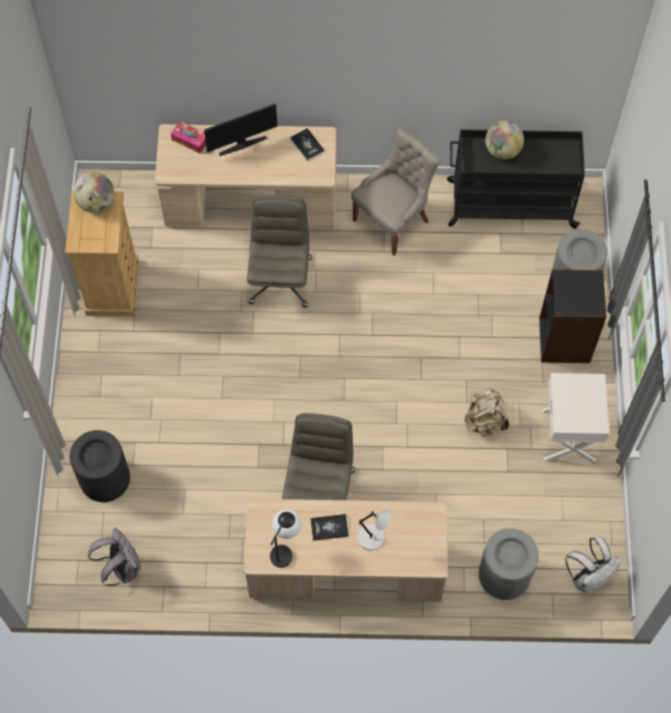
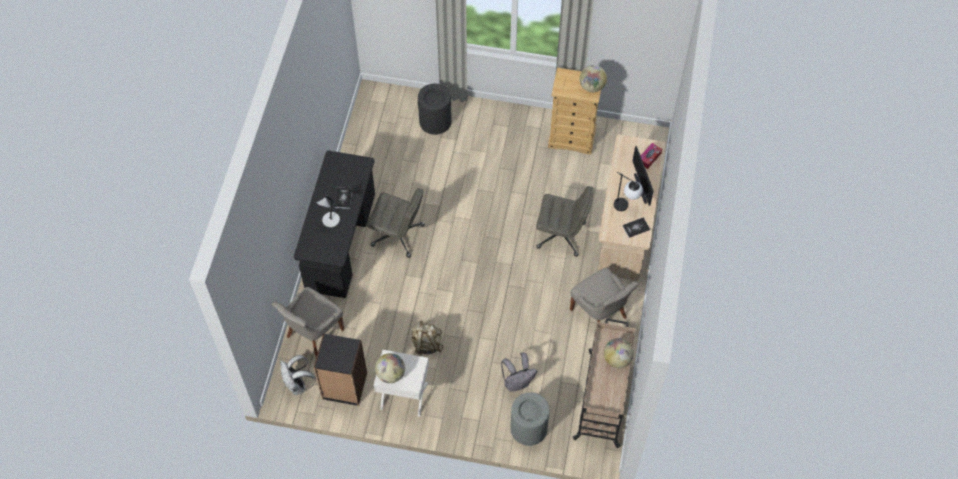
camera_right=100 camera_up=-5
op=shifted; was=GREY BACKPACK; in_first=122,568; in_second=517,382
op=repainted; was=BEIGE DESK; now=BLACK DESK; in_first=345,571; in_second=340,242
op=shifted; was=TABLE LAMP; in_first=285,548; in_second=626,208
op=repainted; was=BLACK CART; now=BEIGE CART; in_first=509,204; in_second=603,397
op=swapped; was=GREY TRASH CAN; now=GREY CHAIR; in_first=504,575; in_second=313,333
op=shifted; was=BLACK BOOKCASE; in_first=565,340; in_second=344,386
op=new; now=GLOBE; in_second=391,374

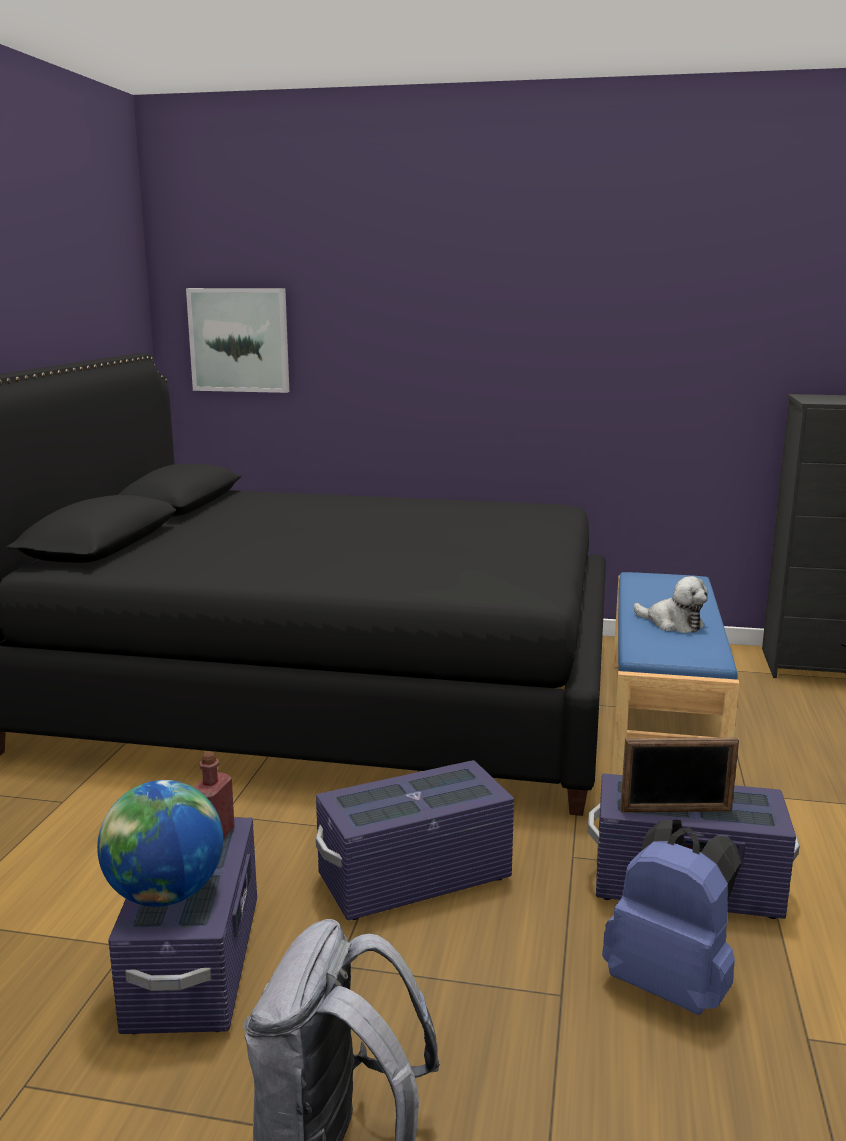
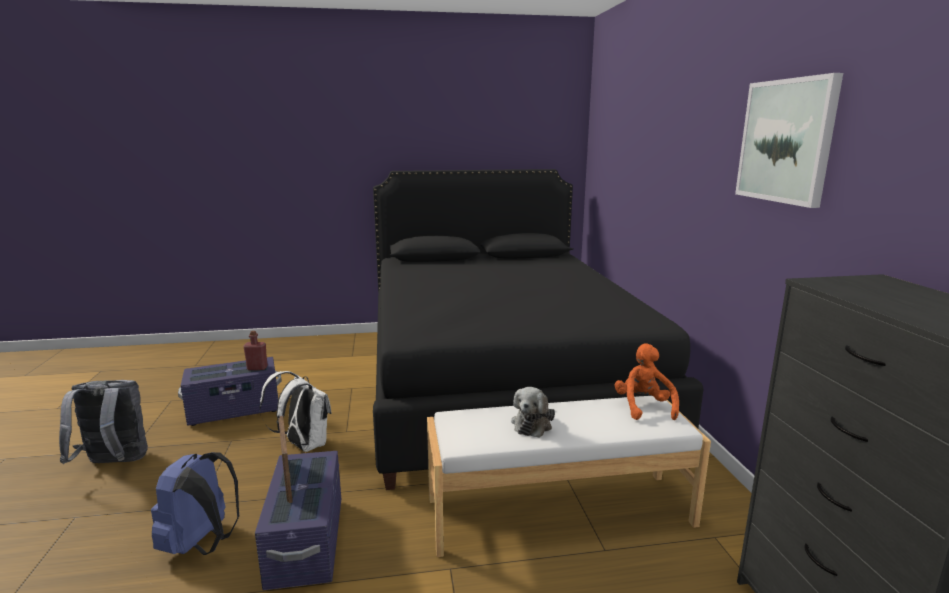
camera_right=70 camera_up=0
op=gone; was=GLOBE; in_first=165,895
op=shifted; was=PICTURE; in_first=239,340; in_second=786,141
op=swapped; was=PURPLE STORAGE BOX; now=WHITE BACKPACK; in_first=414,878; in_second=303,445
op=repainted; was=BLUE BENCH; now=WHITE BENCH; in_first=660,721; in_second=558,510
op=new; now=ORANGE PLUSH TOY; in_second=643,407

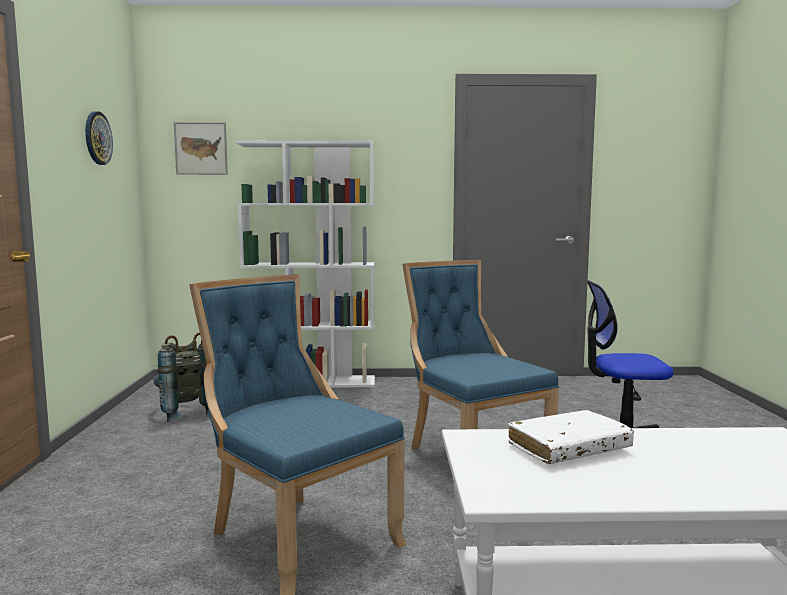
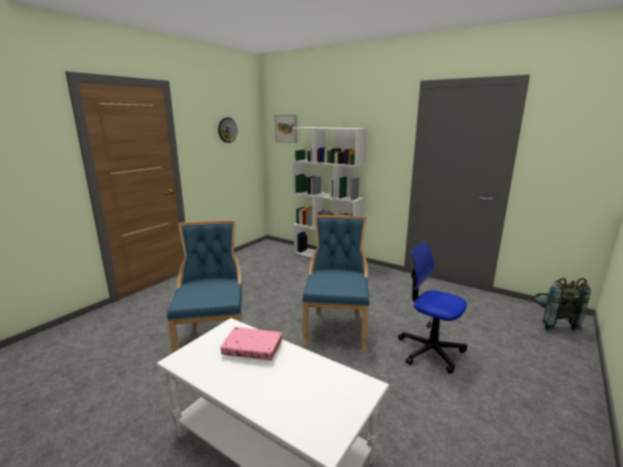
camera_right=35 camera_up=10
op=shifted; was=GREY BACKPACK; in_first=184,412; in_second=551,323
op=repainted; was=WHITE BOOK; now=PINK BOOK; in_first=569,448; in_second=252,349

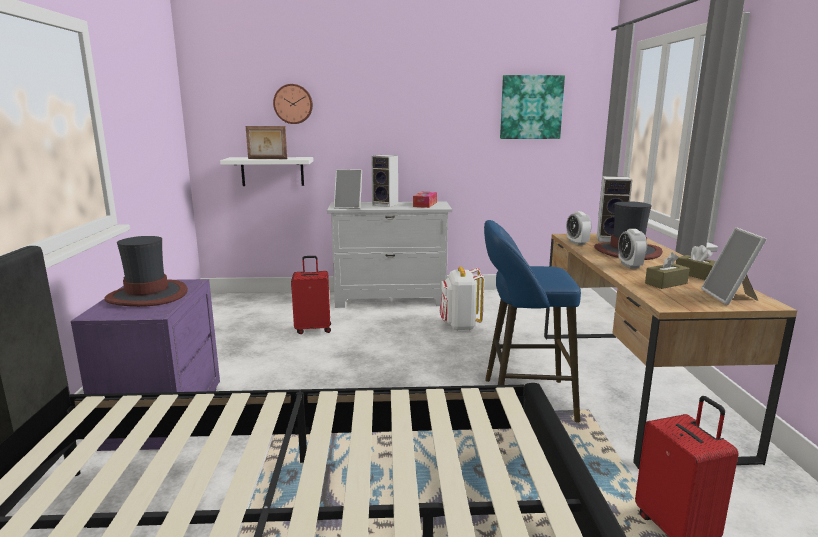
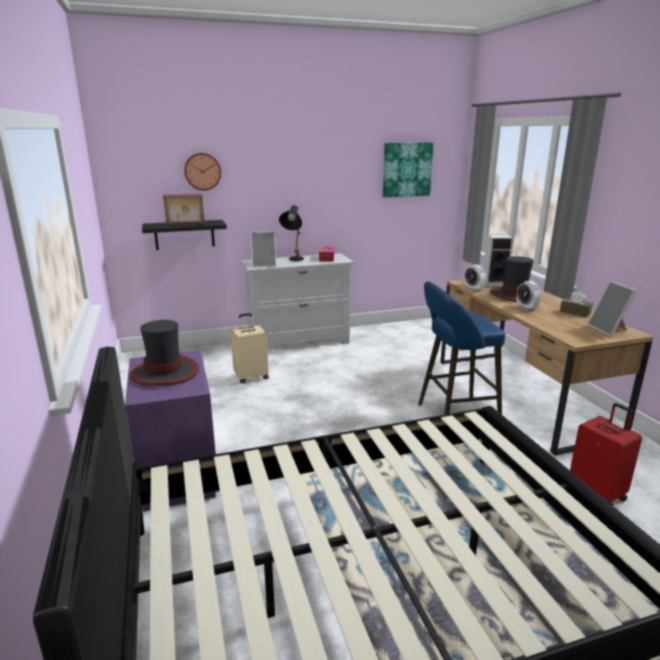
camera_right=-15 camera_up=5
op=repainted; was=WHITE SHELF; now=BLACK SHELF; in_first=272,171; in_second=184,234
op=repainted; was=RED SUITCASE; now=BEIGE SUITCASE; in_first=313,329; in_second=251,377
op=swapped; was=SPEAKER; now=BLACK TABLE LAMP; in_first=386,205; in_second=294,260
op=gone; was=WHITE BACKPACK; in_first=460,326
op=gone; was=BROWN TISSUE BOX; in_first=666,283

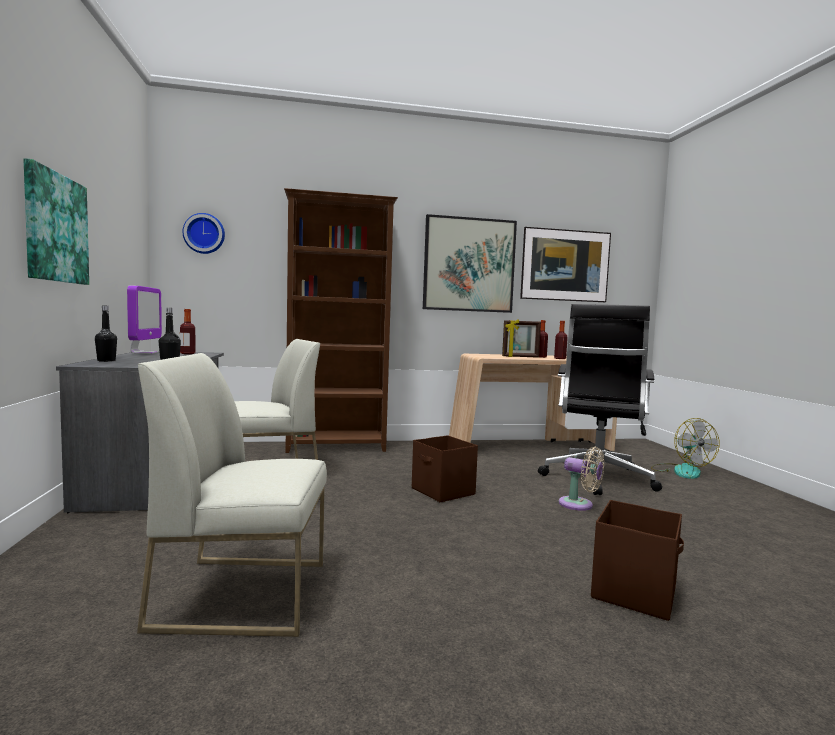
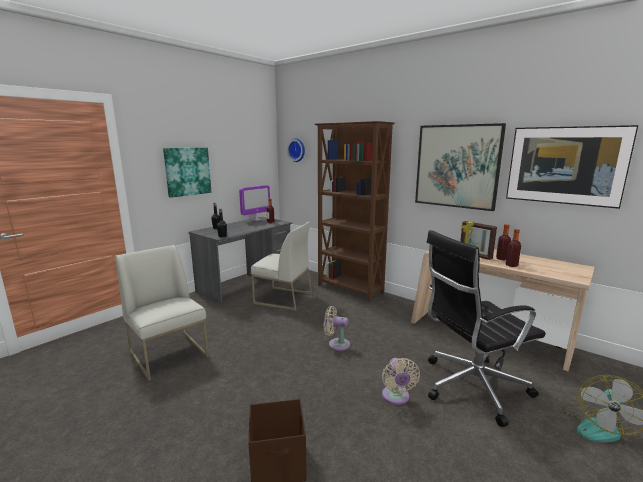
camera_right=50 camera_up=10
op=swapped; was=BROWN STORAGE BOX; now=BEIGE FAN; in_first=443,491; in_second=336,344

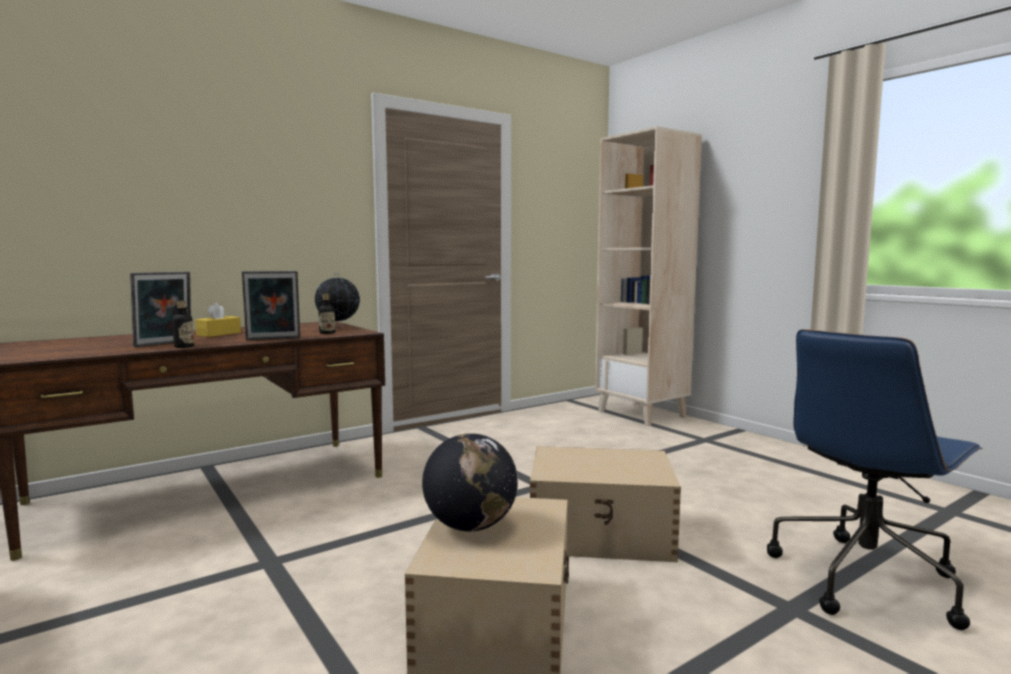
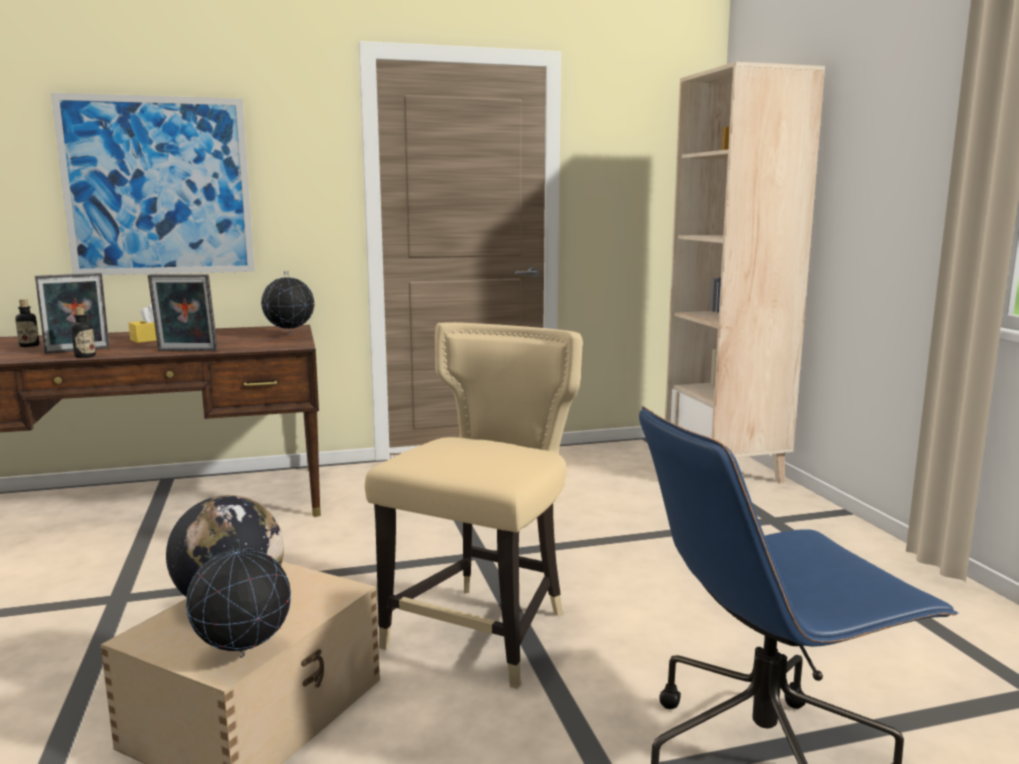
camera_right=20 camera_up=5
op=shifted; was=BOTTLE; in_first=327,333; in_second=29,346
op=swapped; was=BEIGE STORAGE BOX; now=BEIGE CHAIR; in_first=602,533; in_second=483,631
op=new; now=PICTURE; in_second=158,186
op=new; now=GLOBE; in_second=244,656

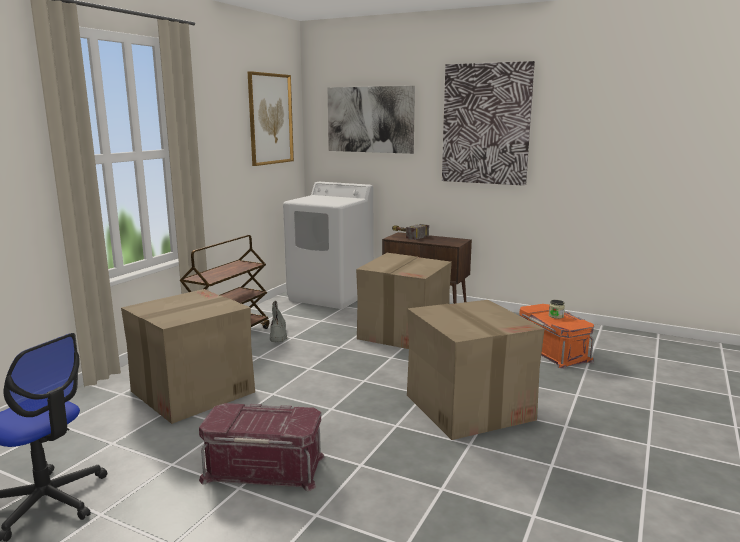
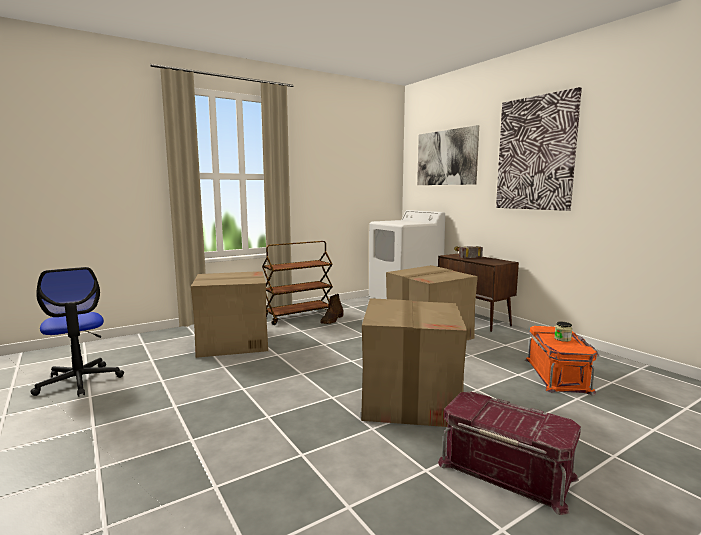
camera_right=30 camera_up=-5
op=shifted; was=RED STORAGE BOX; in_first=264,467; in_second=506,469
op=gone; was=PICTURE; in_first=270,119
op=repainted; was=GREY BOOT; now=BROWN BOOT; in_first=278,336; in_second=332,320

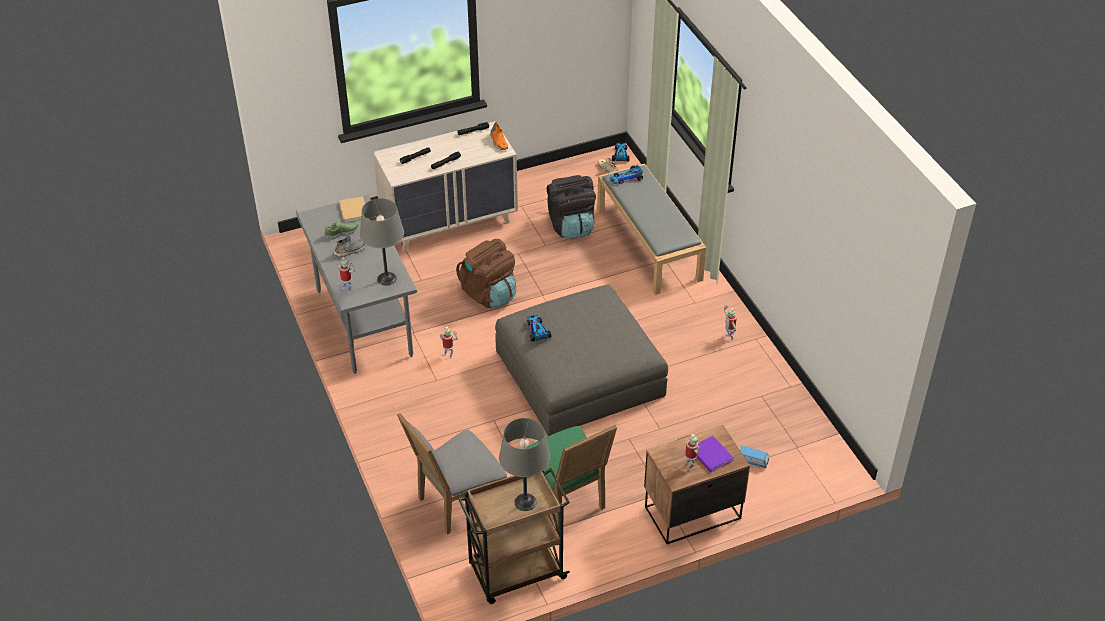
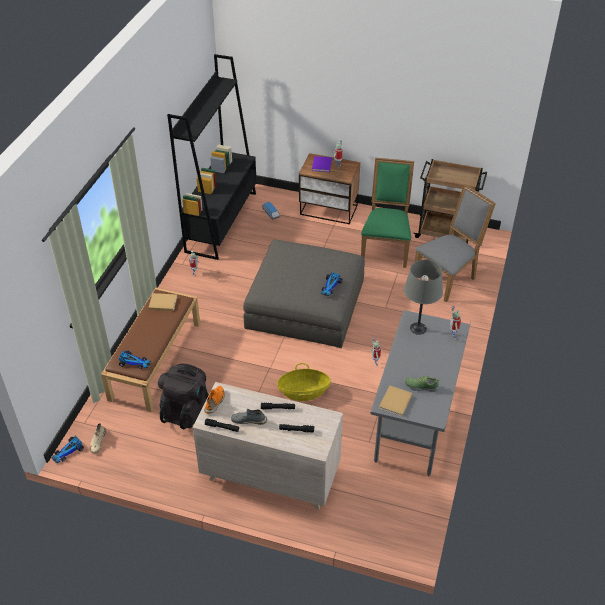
camera_right=-140 camera_up=0
op=shifted; was=GREY SHOE; in_first=351,250; in_second=249,420
op=rotated; was=GREY CHAIR; in_first=457,503; in_second=447,277; clockwise=-45
op=swapped; was=BROWN BACKPACK; now=BASKET; in_first=489,293; in_second=304,392
op=gone; was=GREY TABLE LAMP; in_first=525,502
op=repainted; was=GREY BENCH; now=BROWN BENCH; in_first=649,244; in_second=155,359
op=new; now=BEIGE BOOK; in_second=162,303
op=new; now=BLACK BOOKCASE; in_second=221,222

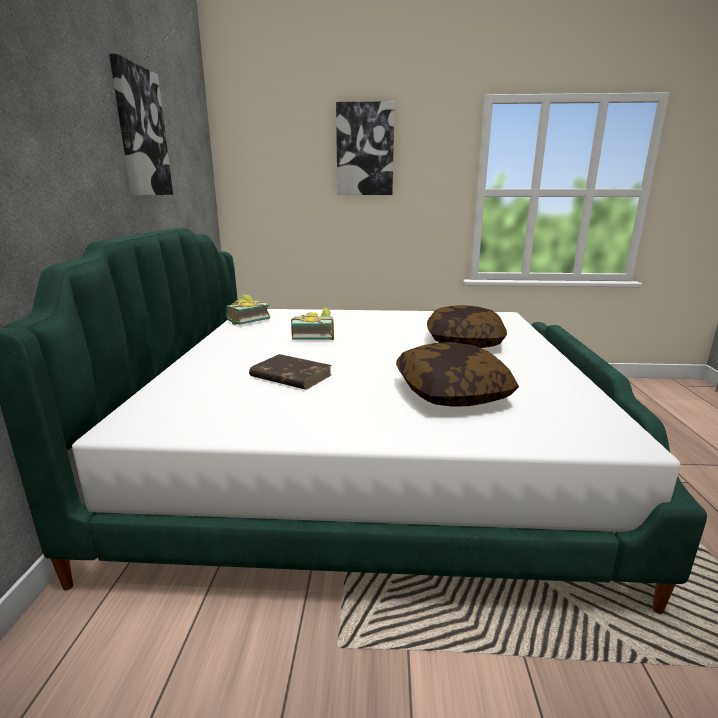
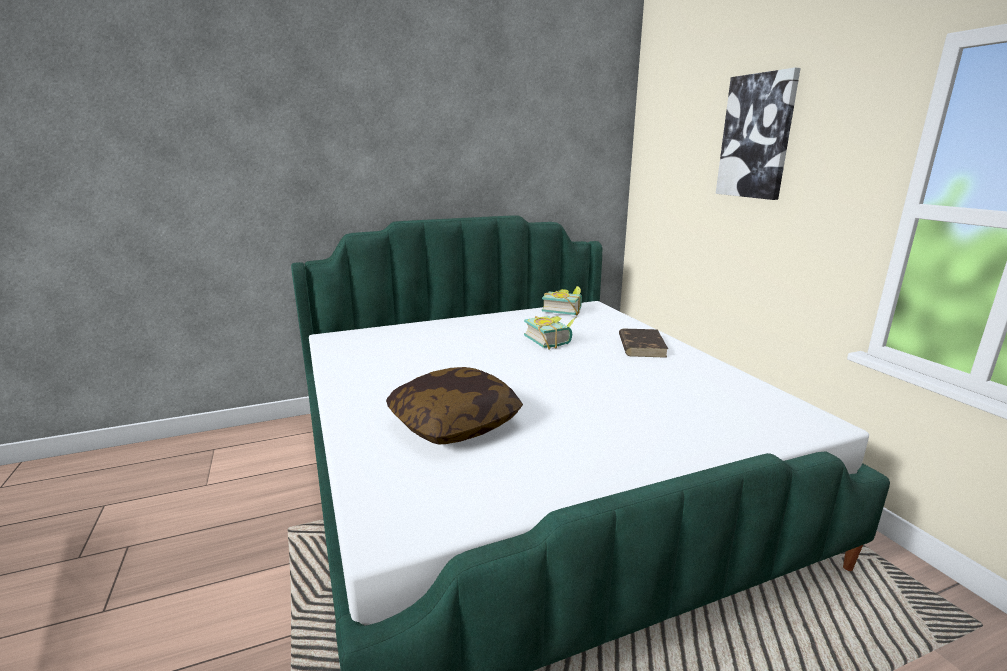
camera_right=65 camera_up=0
op=gone; was=PICTURE; in_first=141,132
op=shifted; was=BROWN BOOK; in_first=290,376; in_second=641,346
op=gone; was=PILLOW; in_first=464,341

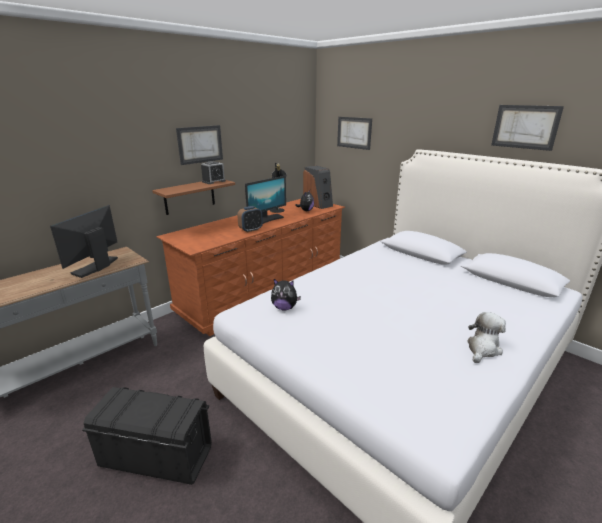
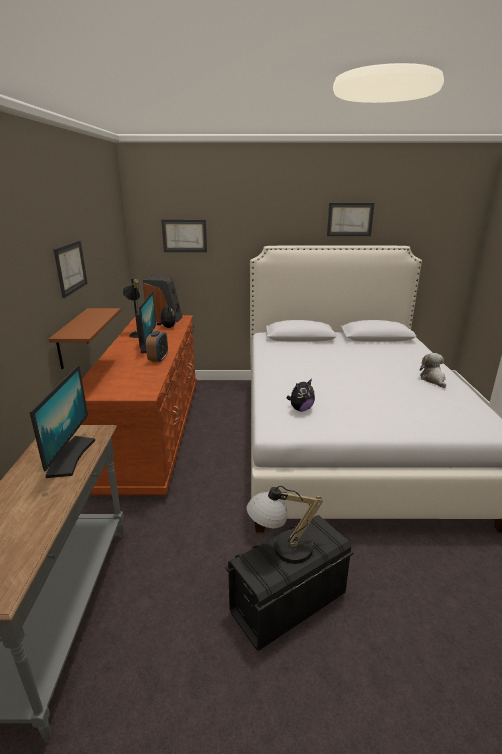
camera_right=-45 camera_up=0
op=rotated; was=MONITOR; in_first=96,267; in_second=69,456; clockwise=-150
op=gone; was=ALARM CLOCK; in_first=213,181
op=new; now=TABLE LAMP; in_second=282,549

